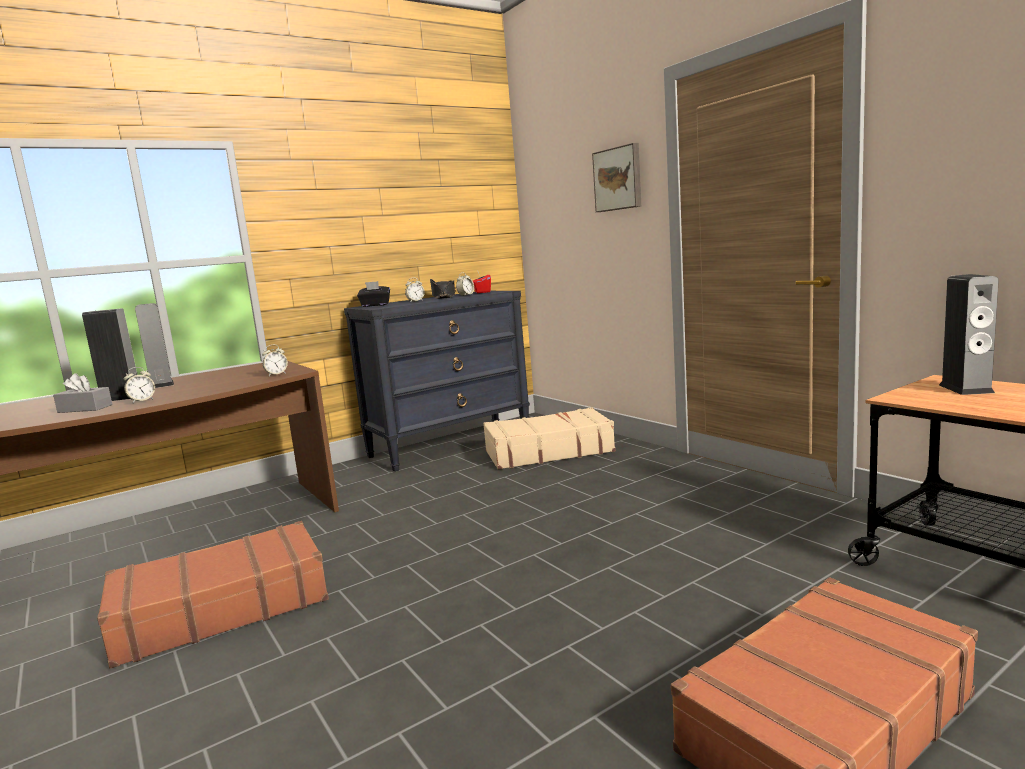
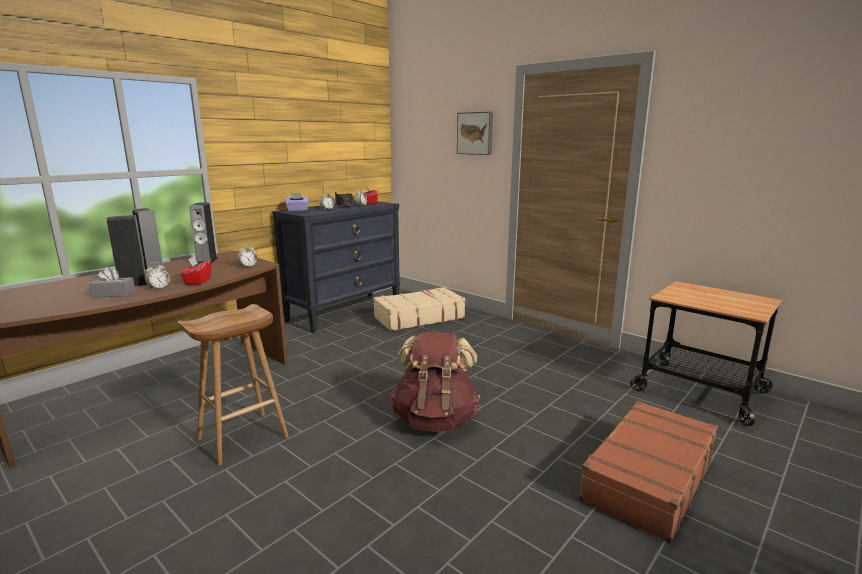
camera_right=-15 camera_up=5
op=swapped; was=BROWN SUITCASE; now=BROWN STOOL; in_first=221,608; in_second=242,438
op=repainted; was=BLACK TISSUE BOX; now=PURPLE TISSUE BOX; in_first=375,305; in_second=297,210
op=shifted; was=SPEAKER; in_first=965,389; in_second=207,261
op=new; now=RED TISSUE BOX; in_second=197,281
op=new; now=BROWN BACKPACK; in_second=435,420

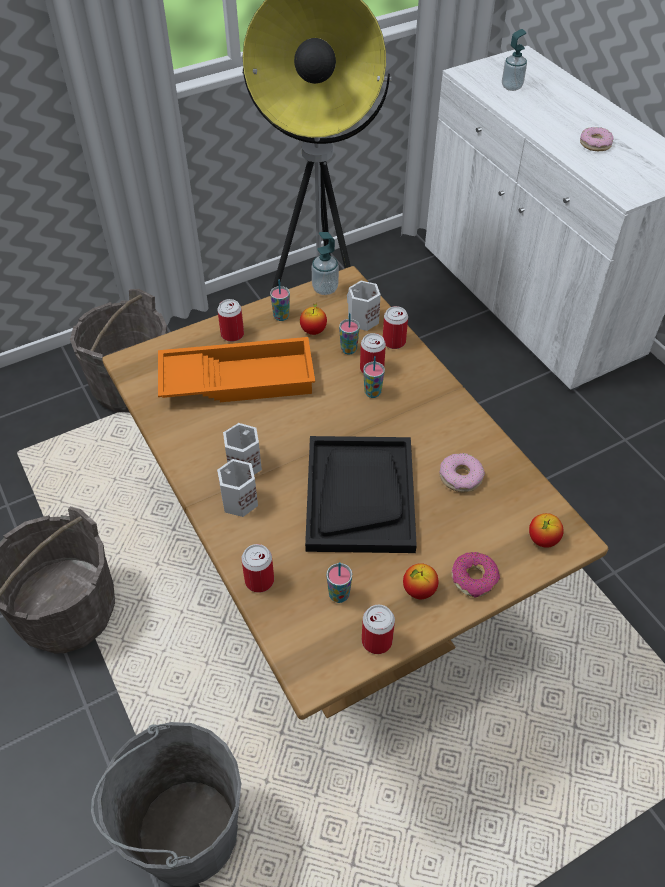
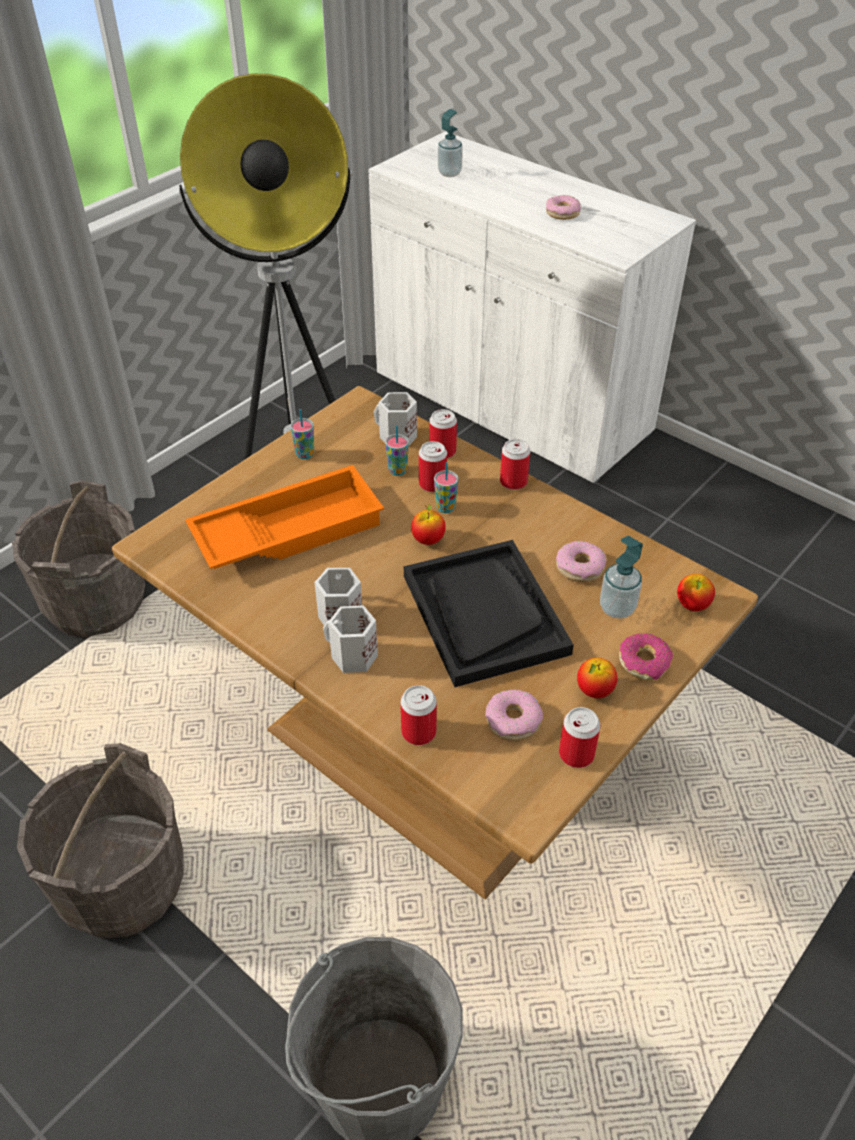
camera_right=-20 camera_up=-5
op=shifted; was=CAN; in_first=232,334; in_second=513,482
op=shifted; was=APPLE; in_first=313,331; in_second=428,540
op=shifted; was=SOAP DISPENSER; in_first=325,289; in_second=617,608
op=swapped; was=CUP; now=DONUT; in_first=339,595; in_second=513,721

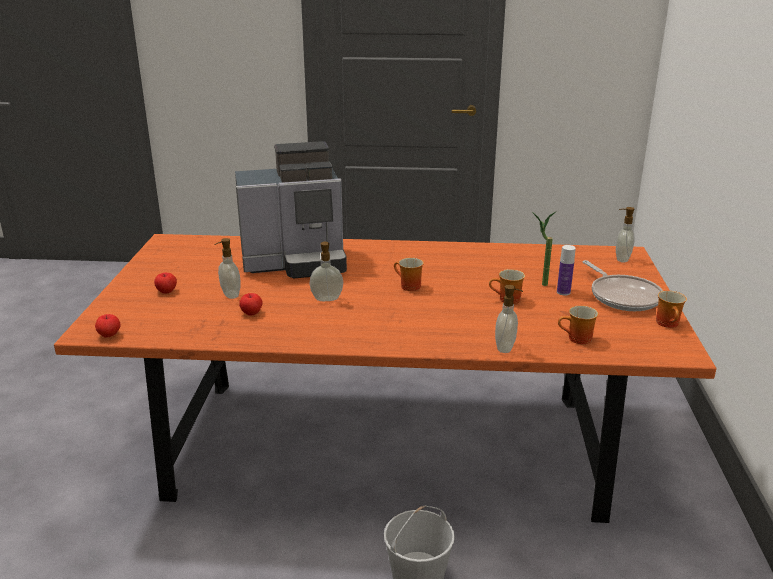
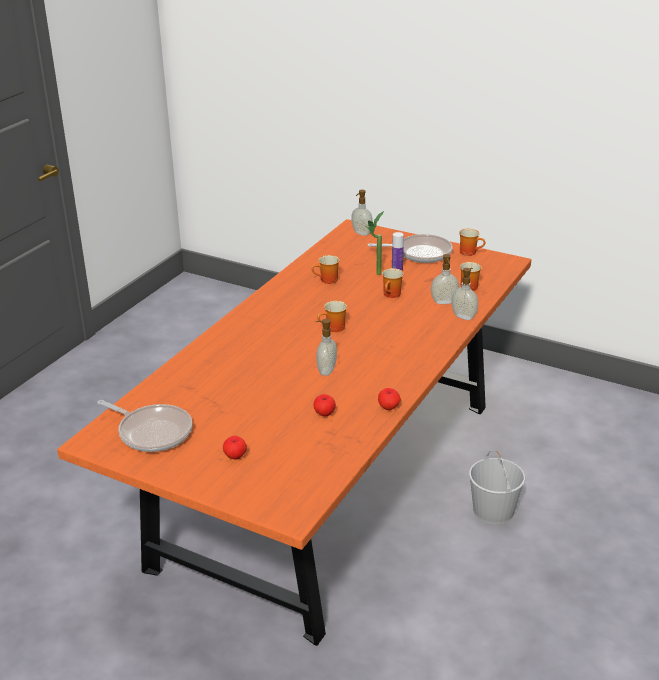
camera_right=-65 camera_up=5
op=shifted; was=APPLE; in_first=109,335; in_second=388,407
op=shifted; was=SOAP DISPENSER; in_first=230,295; in_second=444,302
op=gone; was=COFFEE MACHINE; in_first=296,262
op=new; now=FRYING PAN; in_second=152,432
op=new; now=MUG; in_second=327,281

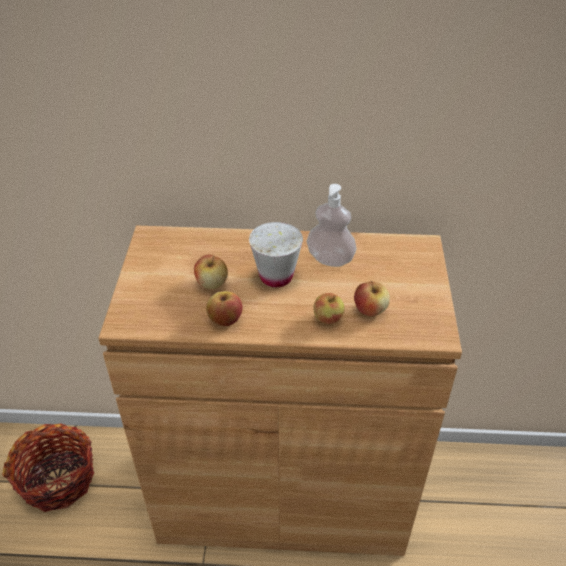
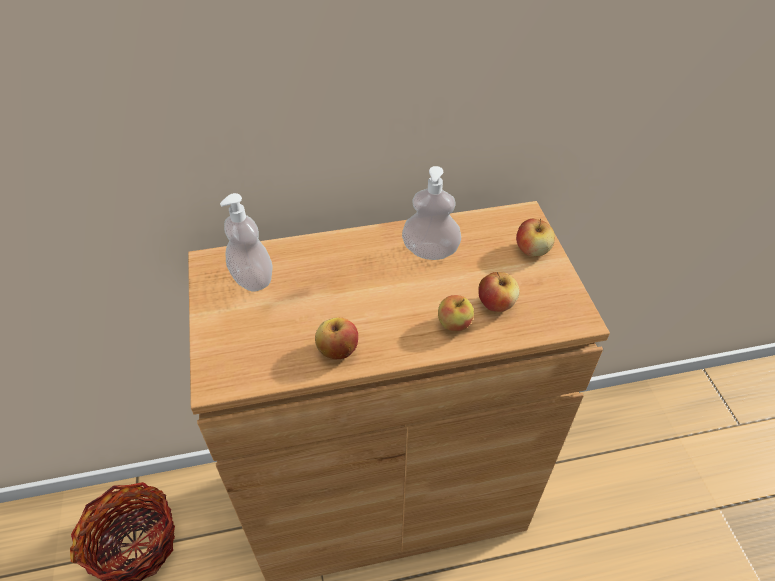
camera_right=-15 camera_up=5
op=shifted; was=APPLE; in_first=212,283; in_second=532,250
op=gone; was=WHITE CUP; in_first=276,276
op=new; now=SOAP DISPENSER; in_second=252,278

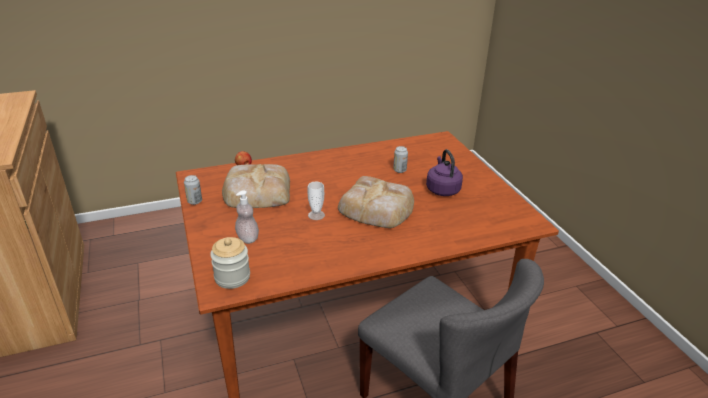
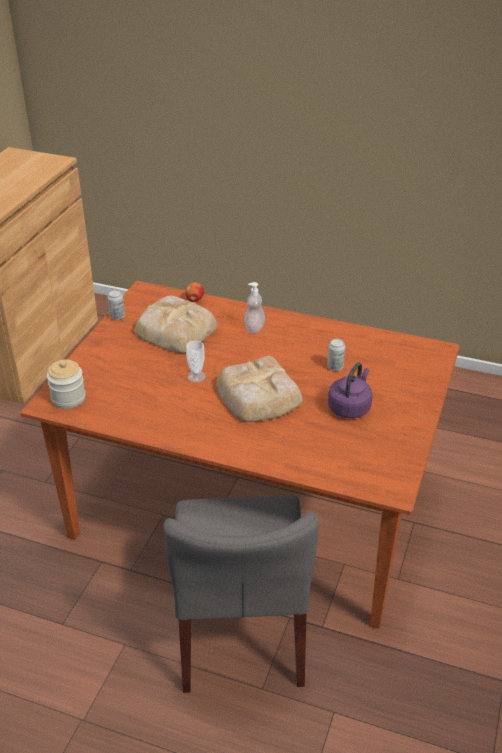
camera_right=40 camera_up=5
op=shifted; was=SOAP DISPENSER; in_first=247,238; in_second=254,328

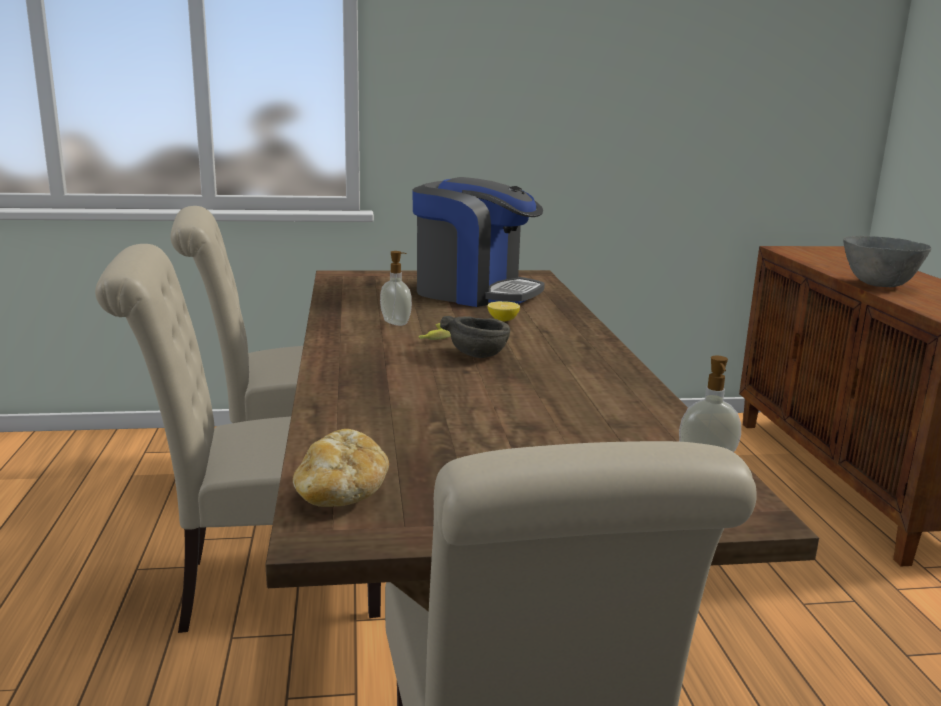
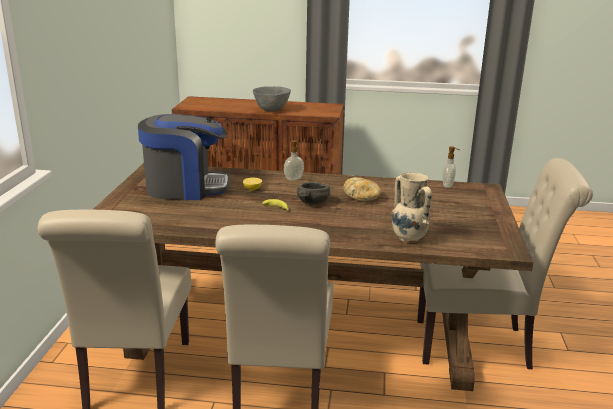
camera_right=-75 camera_up=5
op=shifted; was=BREAD; in_first=341,495; in_second=362,198
op=shifted; was=SOAP DISPENSER; in_first=396,323; in_second=293,178
op=rotated; was=COFFEE MACHINE; in_first=474,292; in_second=186,188; clockwise=45
op=new; now=BEIGE VASE; in_second=408,238

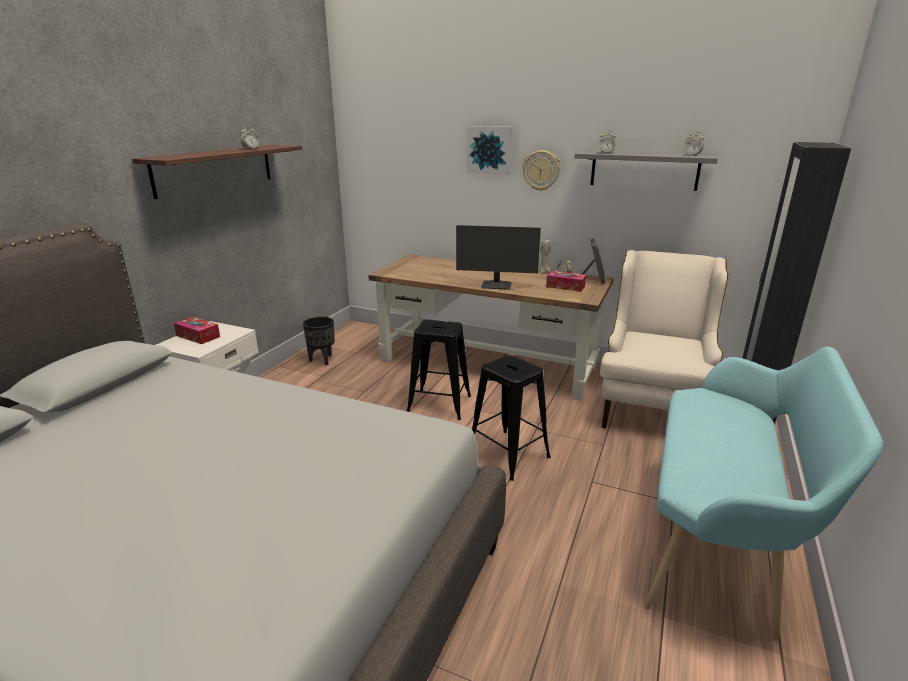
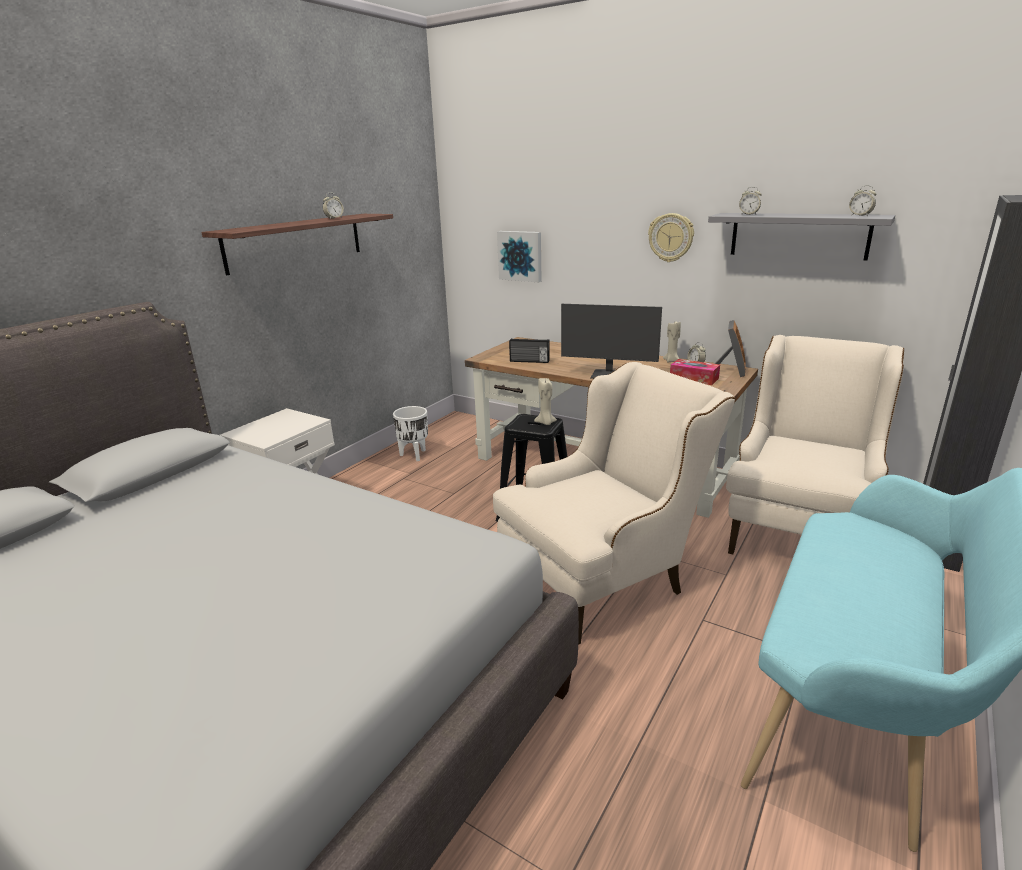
camera_right=10 camera_up=0
op=gone; was=TISSUE BOX; in_first=198,336
op=repainted; was=BLACK PLANTER; now=WHITE PLANTER; in_first=322,360; in_second=414,455
op=shifted; was=PICTURE; in_first=490,150; in_second=520,256
op=swapped; was=BLACK STOOL; now=BEIGE ARMCHAIR; in_first=507,454; in_second=604,578
op=new; now=RADIO; in_second=529,361
op=new; now=BEIGE CANDLE; in_second=545,423

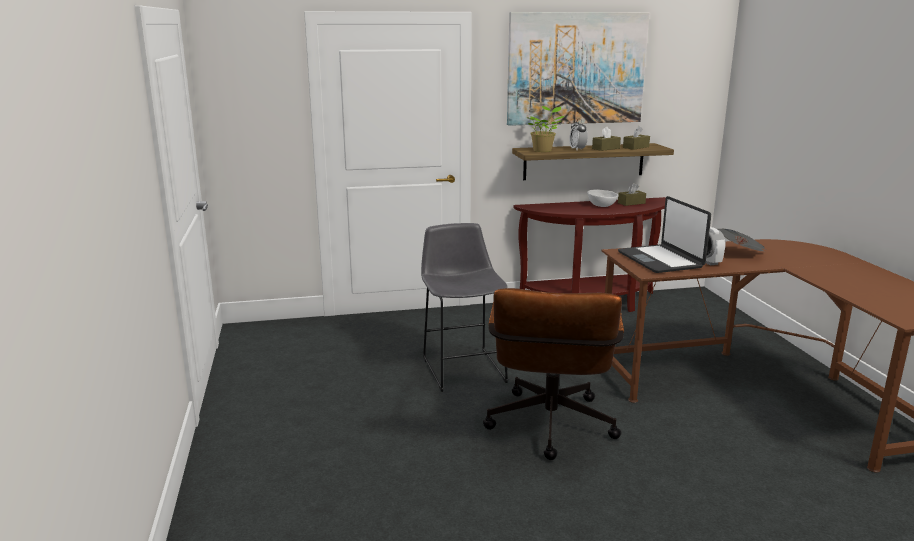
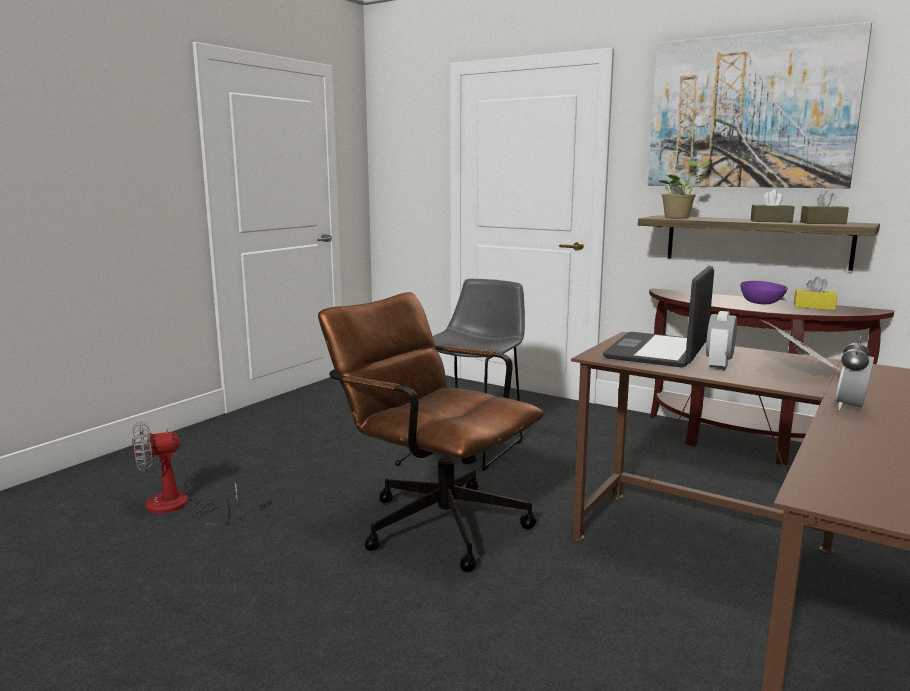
camera_right=45 camera_up=-5
op=rotated; was=BROWN OFFICE CHAIR; in_first=550,430; in_second=433,520; clockwise=75
op=shifted; was=ALARM CLOCK; in_first=577,149; in_second=849,407
op=repainted; was=WHITE BOWL; now=PURPLE BOWL; in_first=601,205; in_second=760,302
op=repainted; was=BROWN TISSUE BOX; now=YELLOW TISSUE BOX; in_first=631,203; in_second=814,307
op=new; now=FAN; in_second=178,507

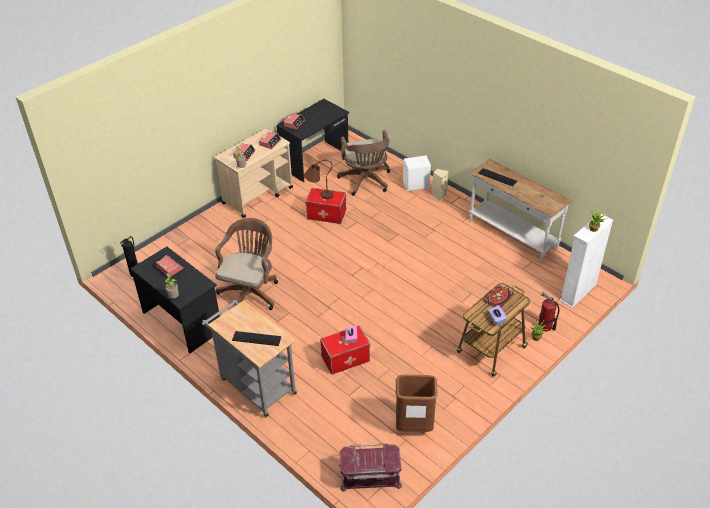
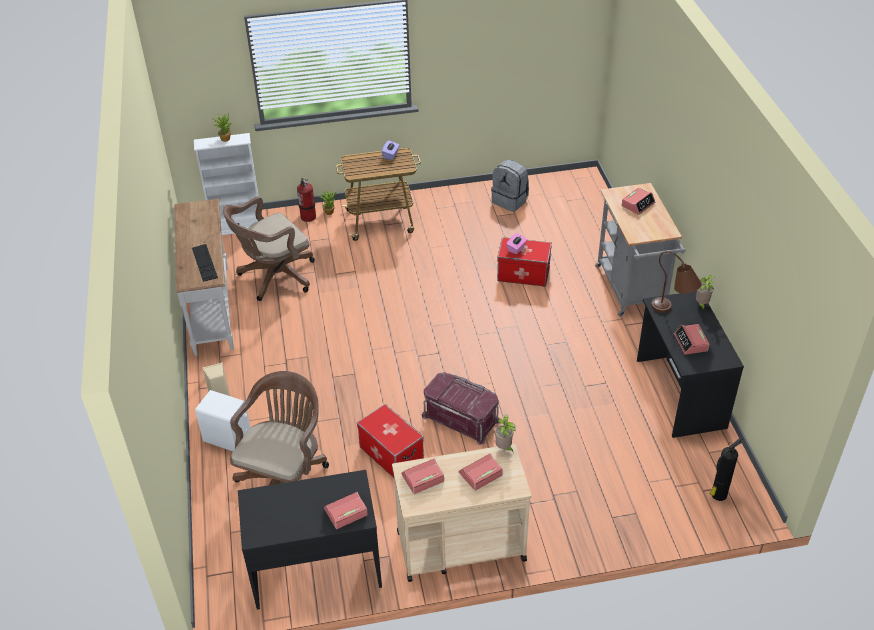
camera_right=-145 camera_up=0
op=shifted; was=BROWN OFFICE CHAIR; in_first=250,292; in_second=274,277
op=swapped; was=KEYBOARD; now=ALARM CLOCK; in_first=256,338; in_second=638,204
op=shifted; was=BROWN TABLE LAMP; in_first=318,195; in_second=673,311
op=shifted; was=RED STORAGE BOX; in_first=370,476; in_second=461,417
op=swapped; was=BROWN TRASH CAN; now=GREY BACKPACK; in_first=414,426; in_second=510,201
op=gone; was=BOOK; in_first=498,297

